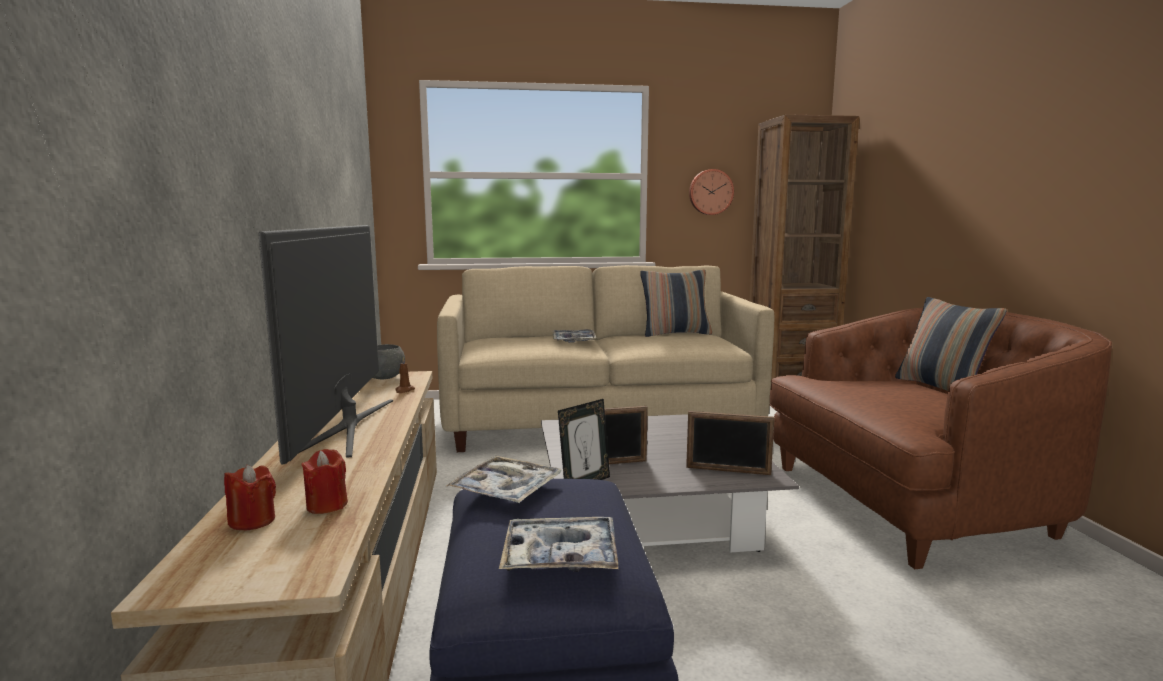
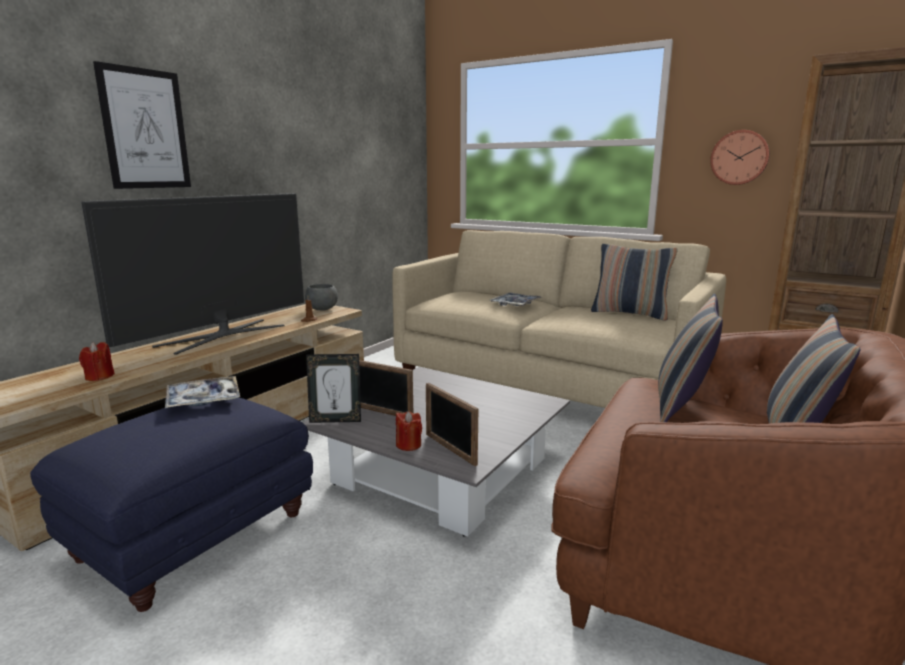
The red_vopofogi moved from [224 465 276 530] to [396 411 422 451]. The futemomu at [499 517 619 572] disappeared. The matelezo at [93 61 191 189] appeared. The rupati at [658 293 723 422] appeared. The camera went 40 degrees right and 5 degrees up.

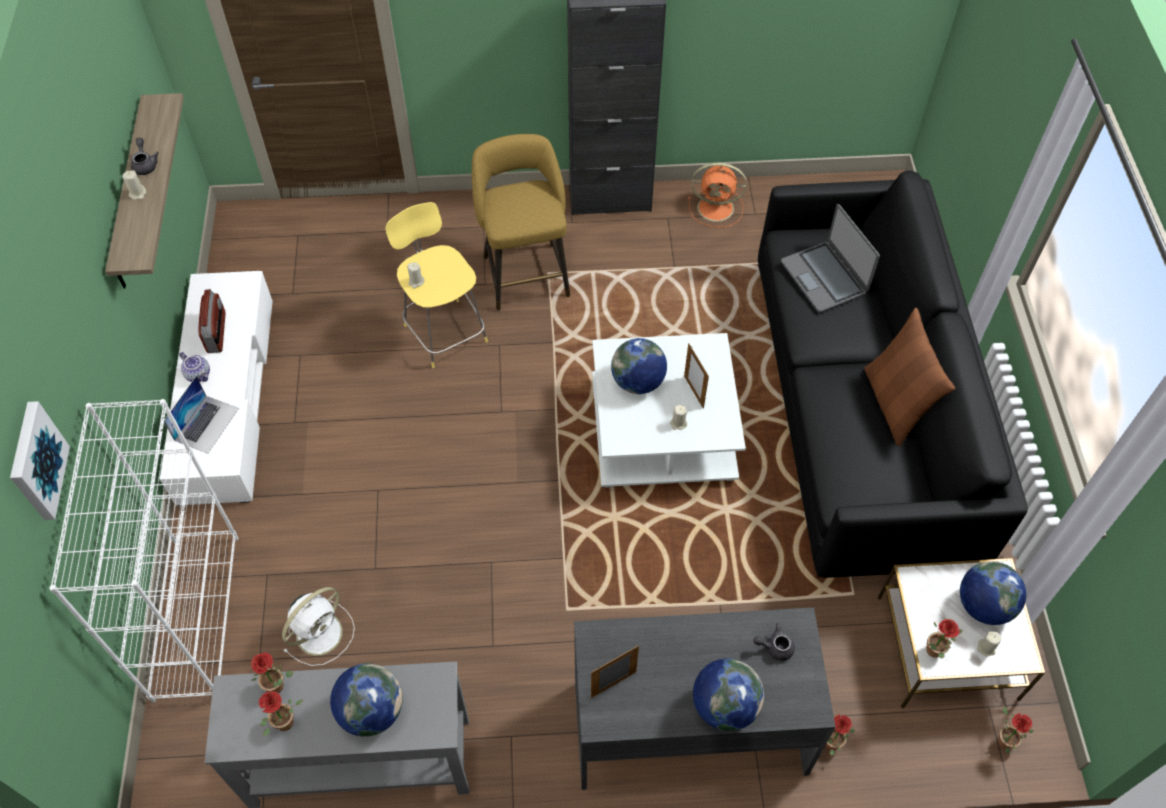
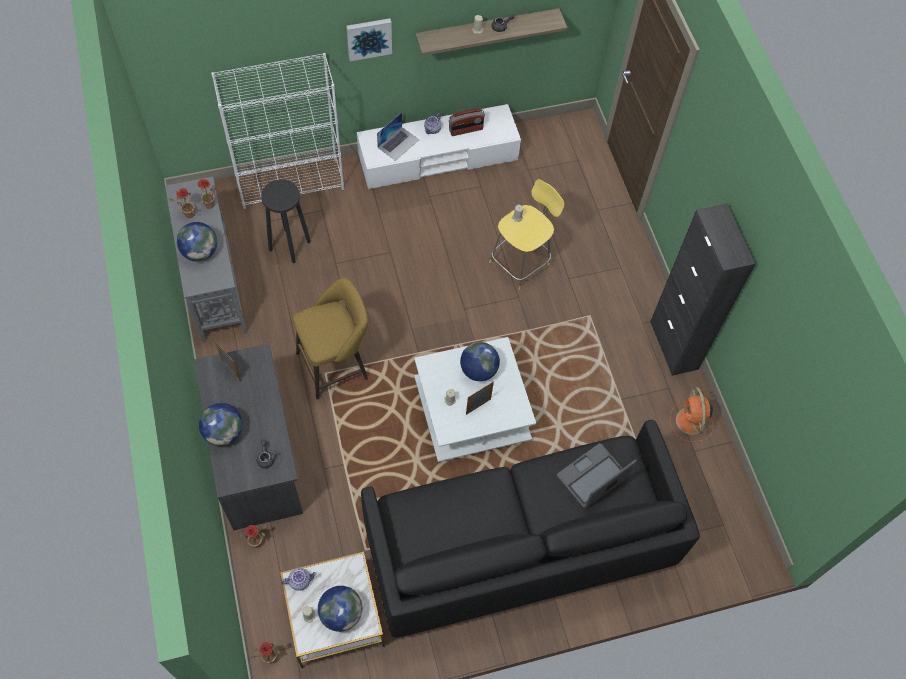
The matelezo moved from [10 401 70 520] to [346 18 392 61]. The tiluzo at [164 376 239 454] turned 60 degrees counterclockwise. The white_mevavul at [282 587 355 666] was replaced by the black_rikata at [261 180 311 263]. The yellow_rikata moved from [472 134 570 311] to [293 278 368 399]. The brown_rupati at [864 308 955 446] disappeared. The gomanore at [926 619 962 659] was replaced by the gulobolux at [281 568 317 591]. The camera went 75 degrees right and 5 degrees up.

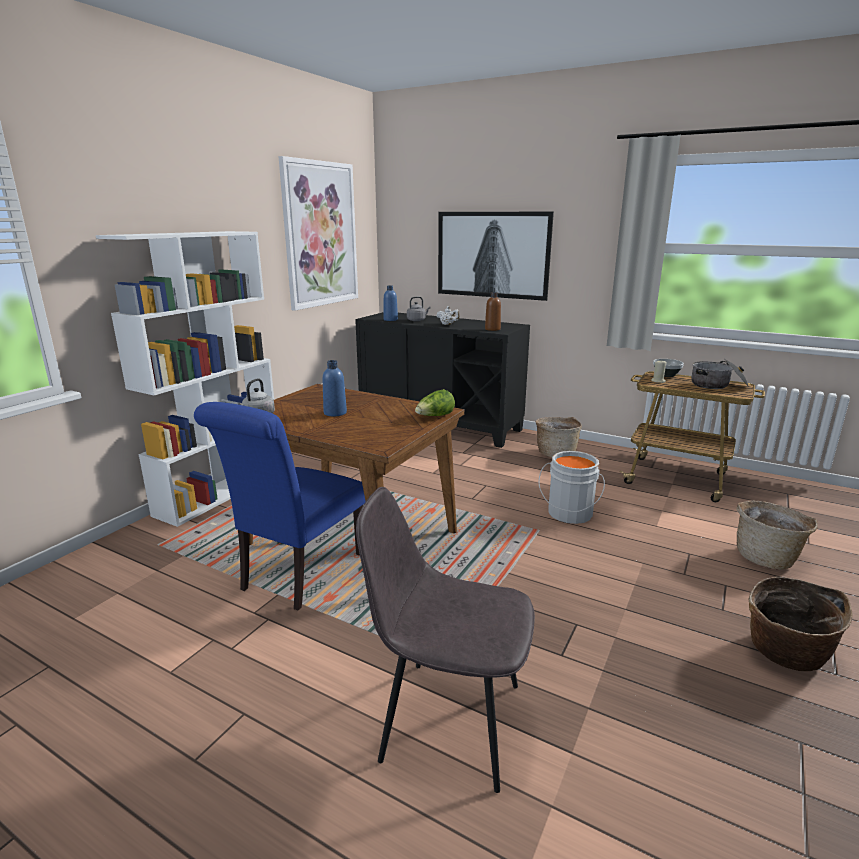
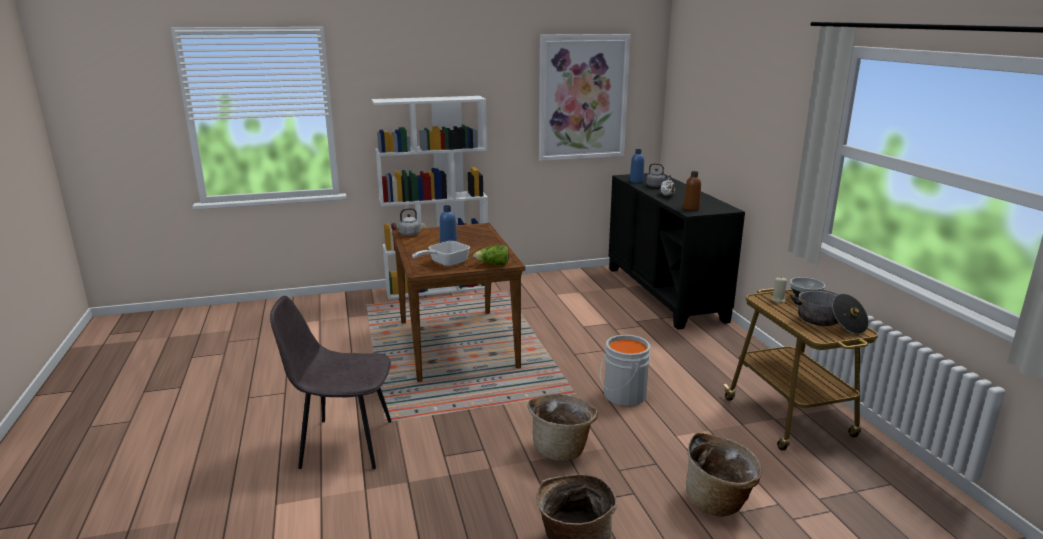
The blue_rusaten at [194 402 366 610] disappeared. The grey_rusaten at [356 487 535 793] turned 60 degrees counterclockwise. The matelezo at [438 212 554 301] disappeared. The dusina moved from [536 417 582 457] to [527 393 598 461]. The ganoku at [412 241 470 267] appeared. The camera went 45 degrees right and 0 degrees up.

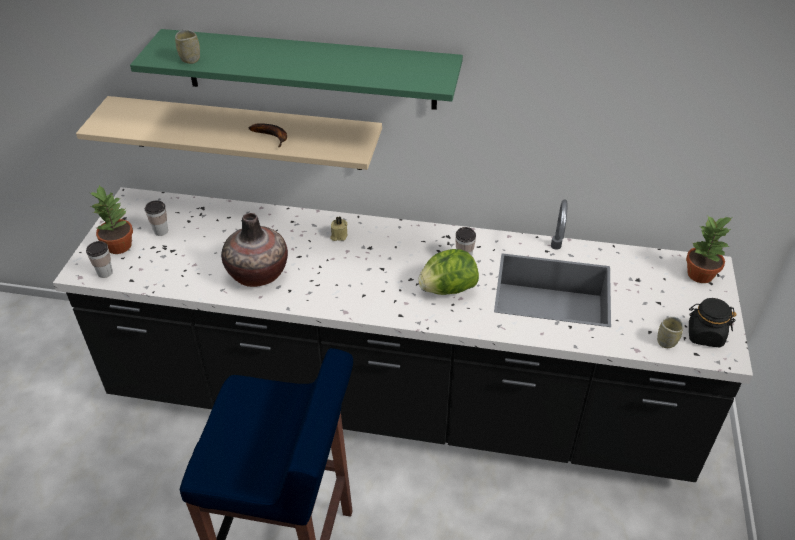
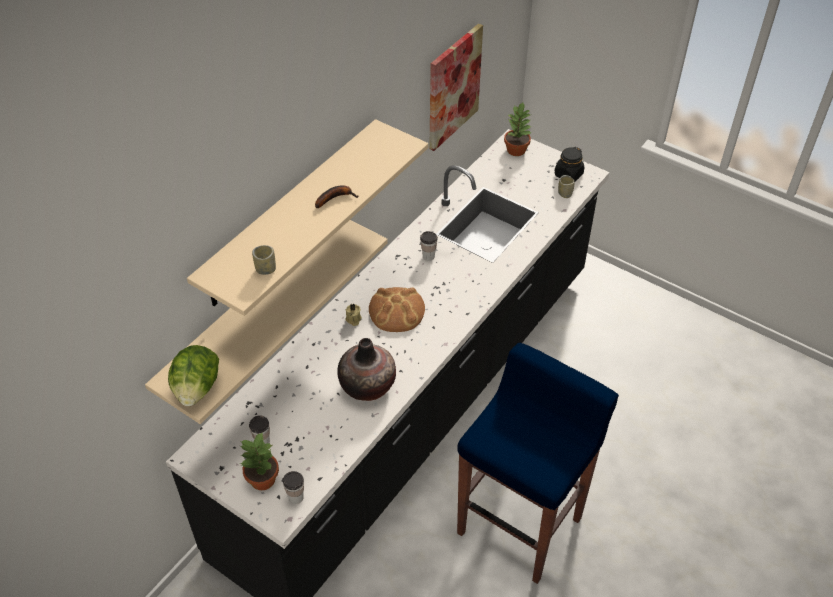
The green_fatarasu at [130 29 463 110] became the beige_fatarasu at [187 119 428 316]. The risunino moved from [249 124 287 147] to [315 185 359 208]. The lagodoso moved from [418 249 479 295] to [168 345 219 406]. The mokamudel at [369 287 425 332] appeared. The matelezo at [429 23 483 151] appeared. The camera went 65 degrees left and 5 degrees up.

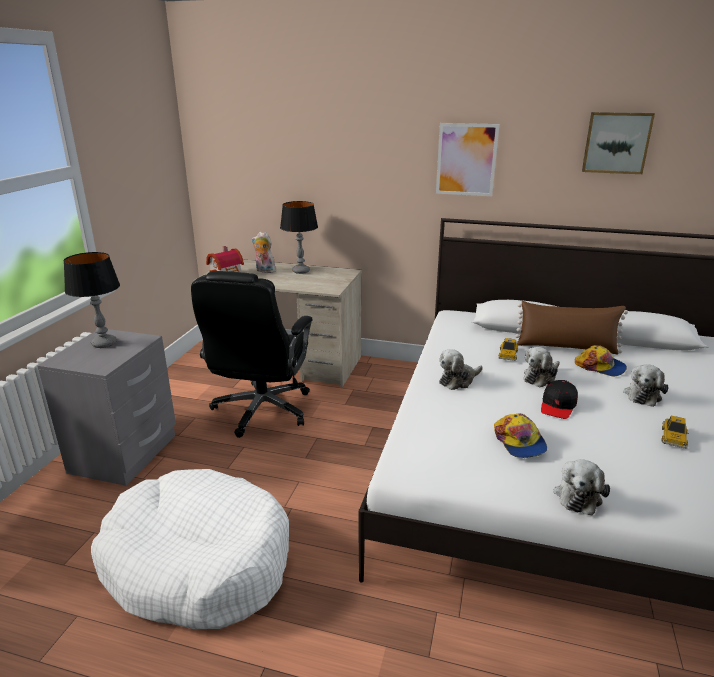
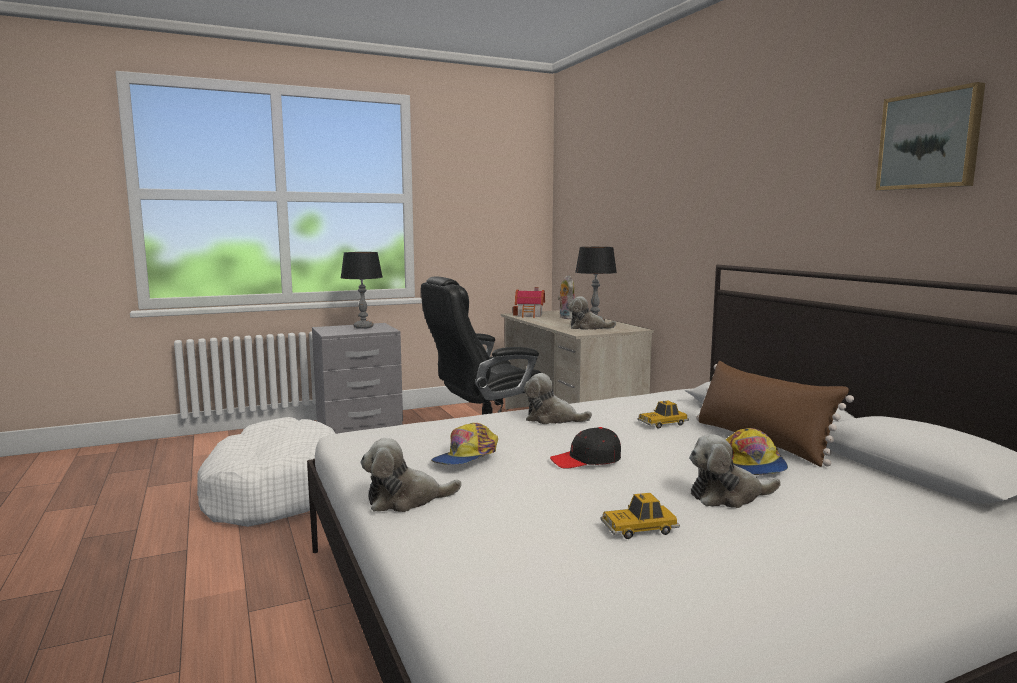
The matelezo at [436 123 499 196] disappeared. The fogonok moved from [523 347 560 387] to [568 296 616 330]. The camera went 50 degrees right and 15 degrees down.

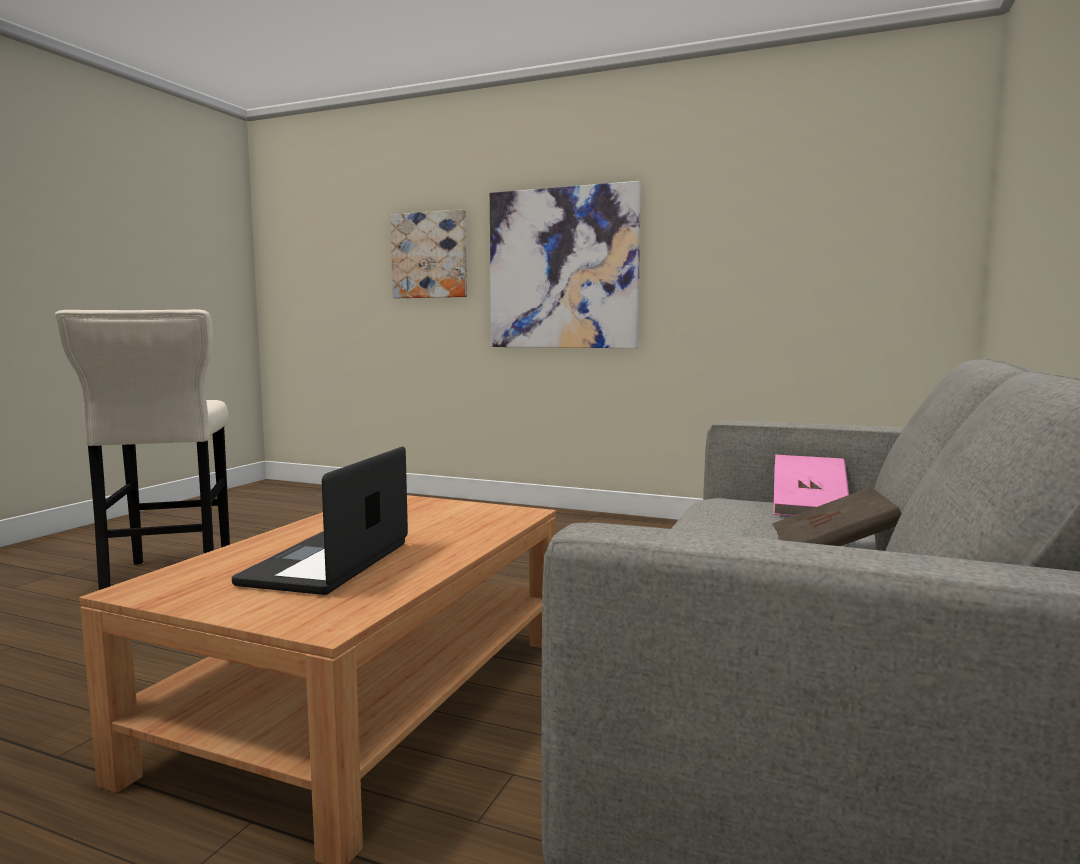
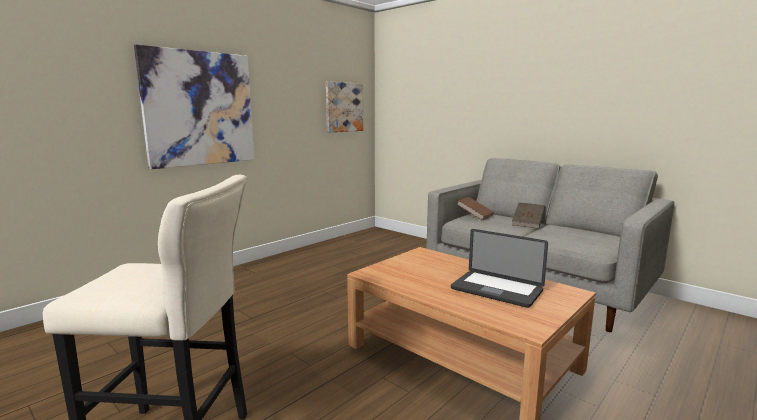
The matelezo moved from [390 209 467 298] to [326 81 363 132]. The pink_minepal at [773 455 849 516] became the brown_minepal at [457 197 494 220]. The camera went 70 degrees left and 5 degrees up.

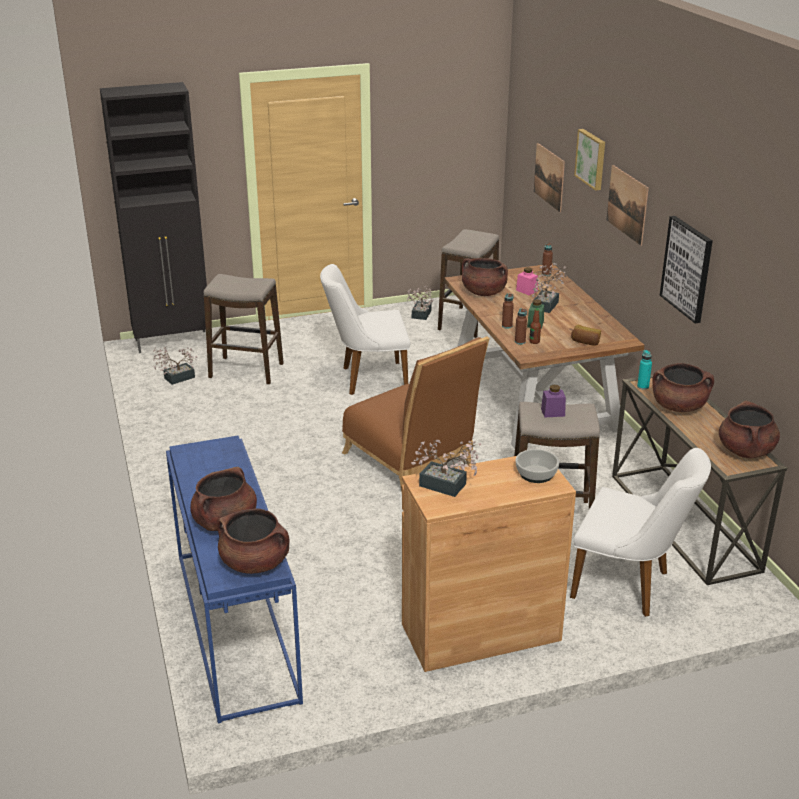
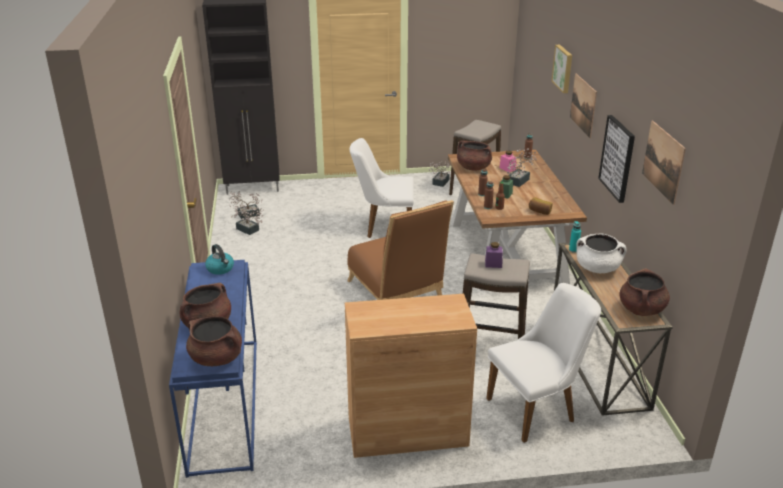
The rikata at [203 274 284 385] disappeared. The gomanore moved from [411 440 481 497] to [231 207 263 235]. The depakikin at [516 449 559 483] disappeared. The matelezo moved from [534 143 565 212] to [642 121 686 205]. The white_rusaten at [570 448 711 617] turned 60 degrees counterclockwise. The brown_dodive at [652 363 714 412] became the white_dodive at [576 234 627 273]. The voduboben at [205 244 234 275] appeared. The camera went 10 degrees right and 0 degrees up.

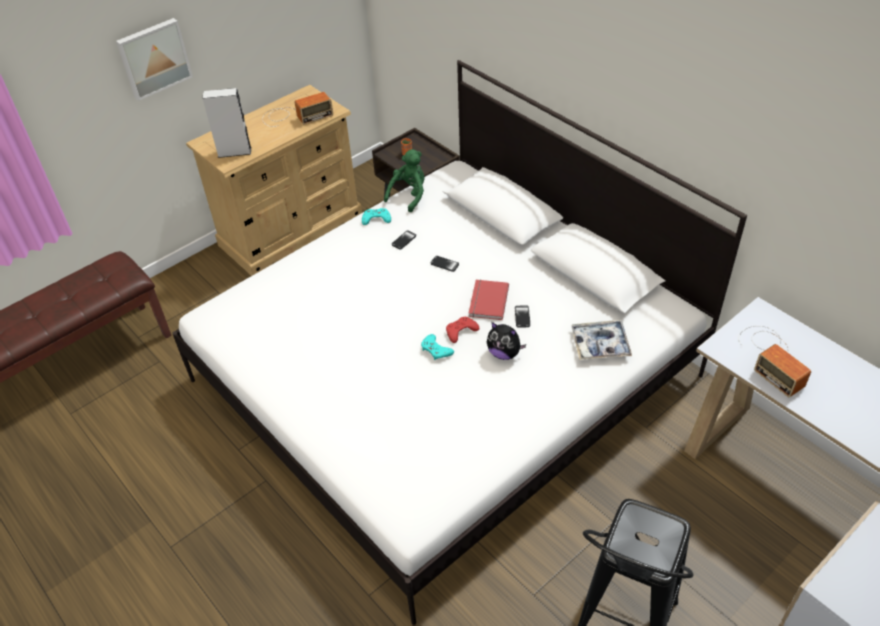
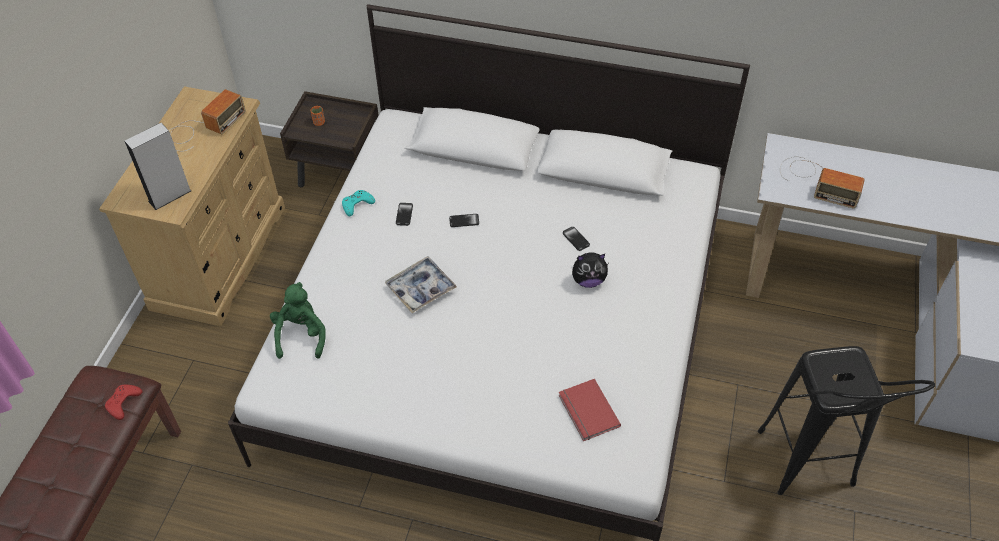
The matelezo at [116 18 193 101] disappeared. The green_fogonok moved from [384 149 425 212] to [270 282 326 359]. The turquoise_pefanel at [421 334 454 360] disappeared. The red_pefanel moved from [446 317 479 343] to [105 385 142 420]. The red_minepal moved from [468 280 509 320] to [559 379 621 441]. The futemomu moved from [571 320 632 360] to [385 256 457 313]. The camera went 35 degrees left and 5 degrees up.

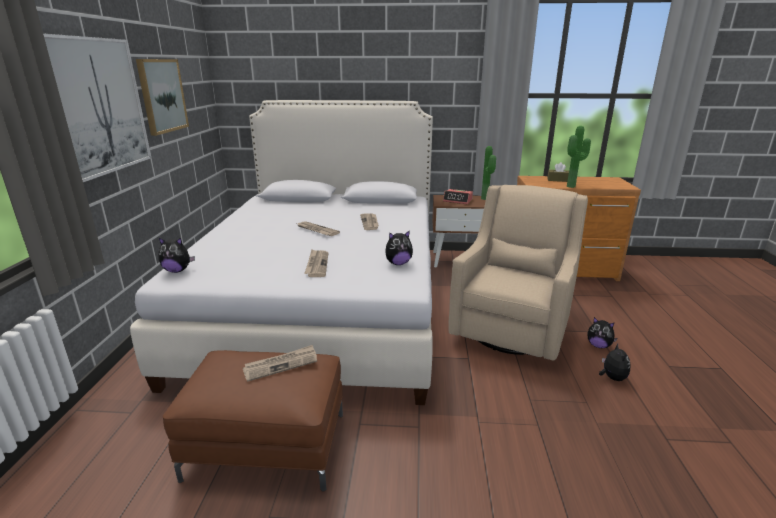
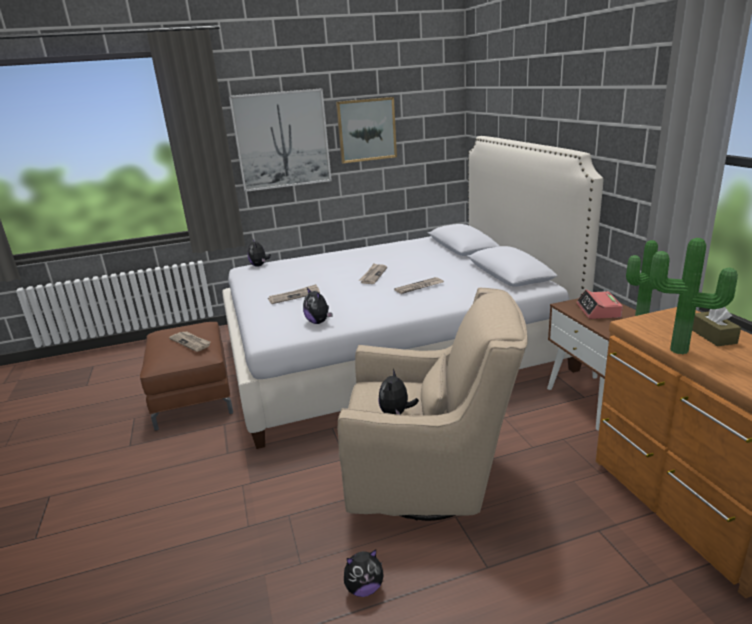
The fogonok moved from [588 317 618 348] to [378 369 419 415]. The camera went 70 degrees right and 0 degrees up.

